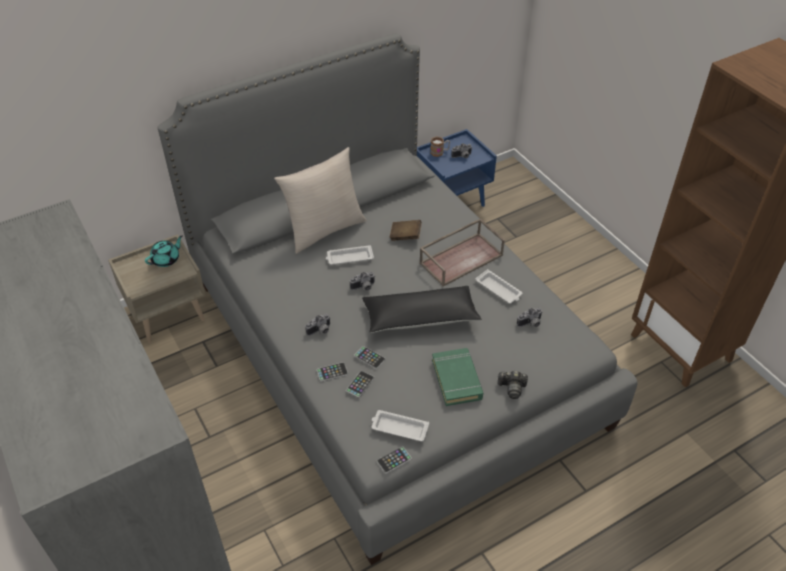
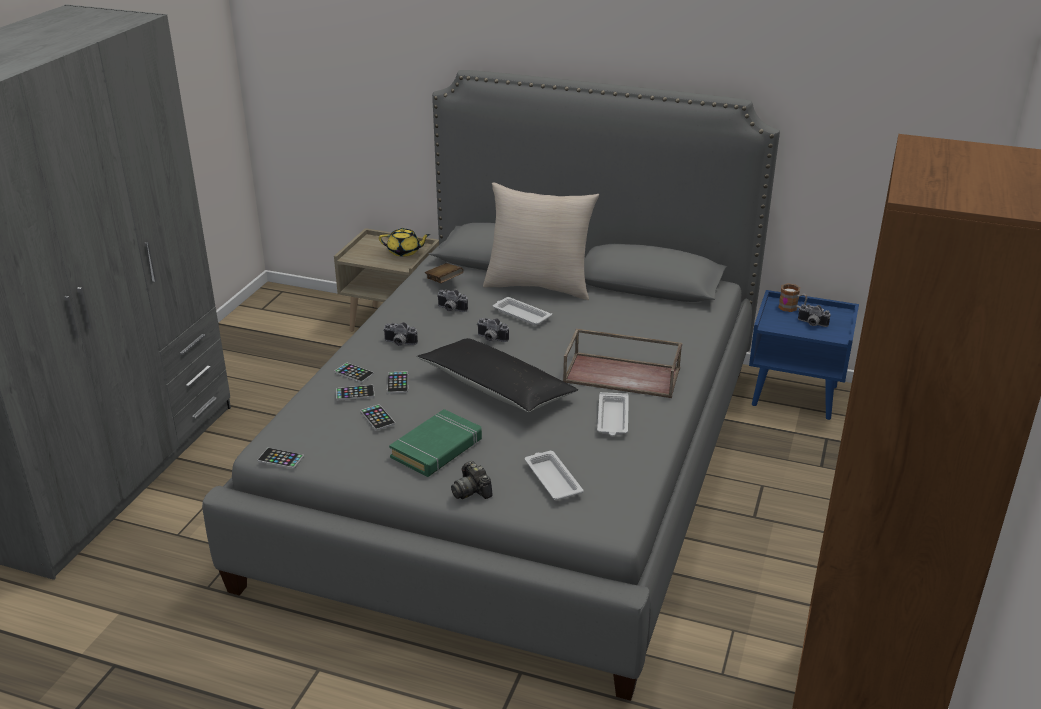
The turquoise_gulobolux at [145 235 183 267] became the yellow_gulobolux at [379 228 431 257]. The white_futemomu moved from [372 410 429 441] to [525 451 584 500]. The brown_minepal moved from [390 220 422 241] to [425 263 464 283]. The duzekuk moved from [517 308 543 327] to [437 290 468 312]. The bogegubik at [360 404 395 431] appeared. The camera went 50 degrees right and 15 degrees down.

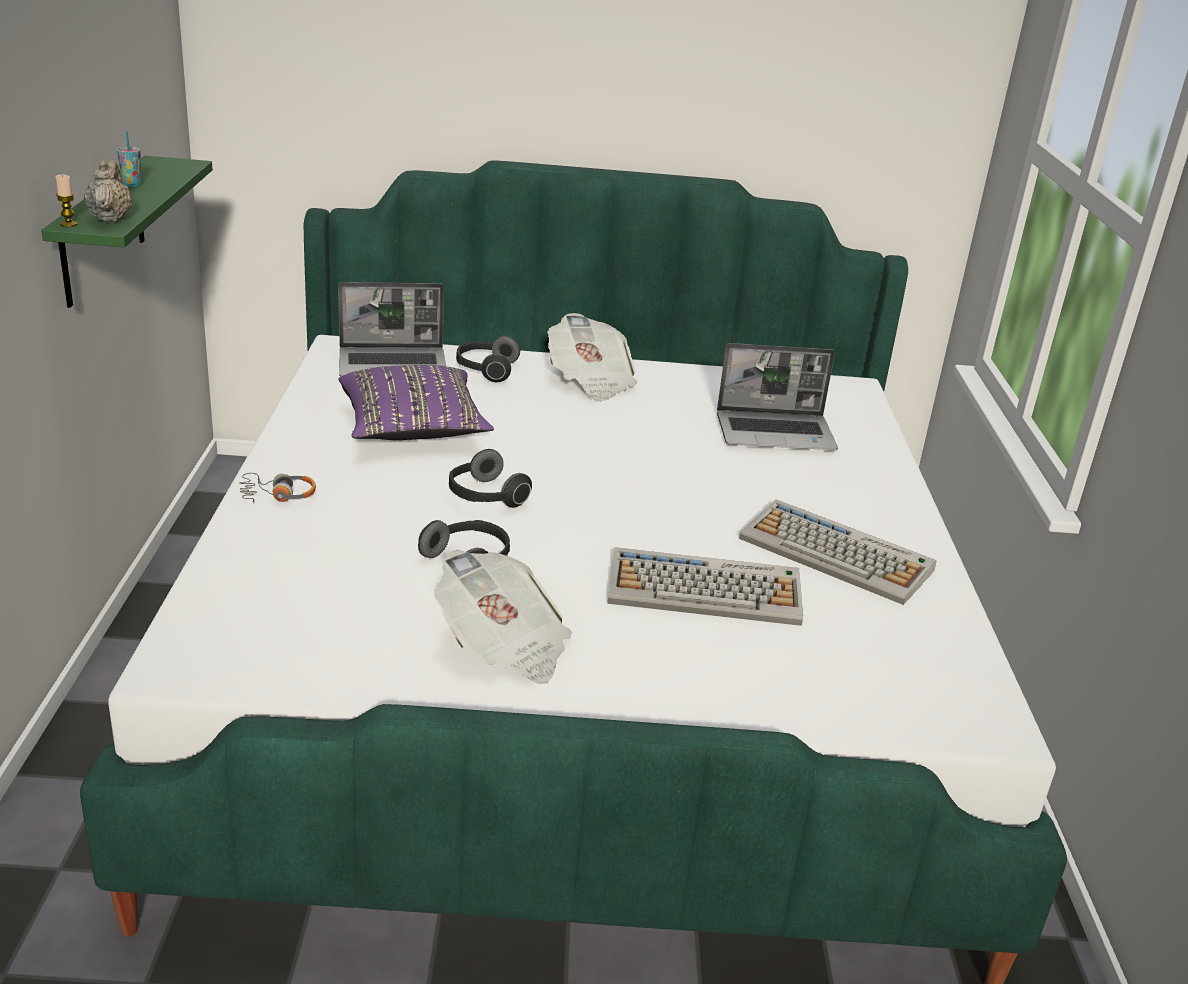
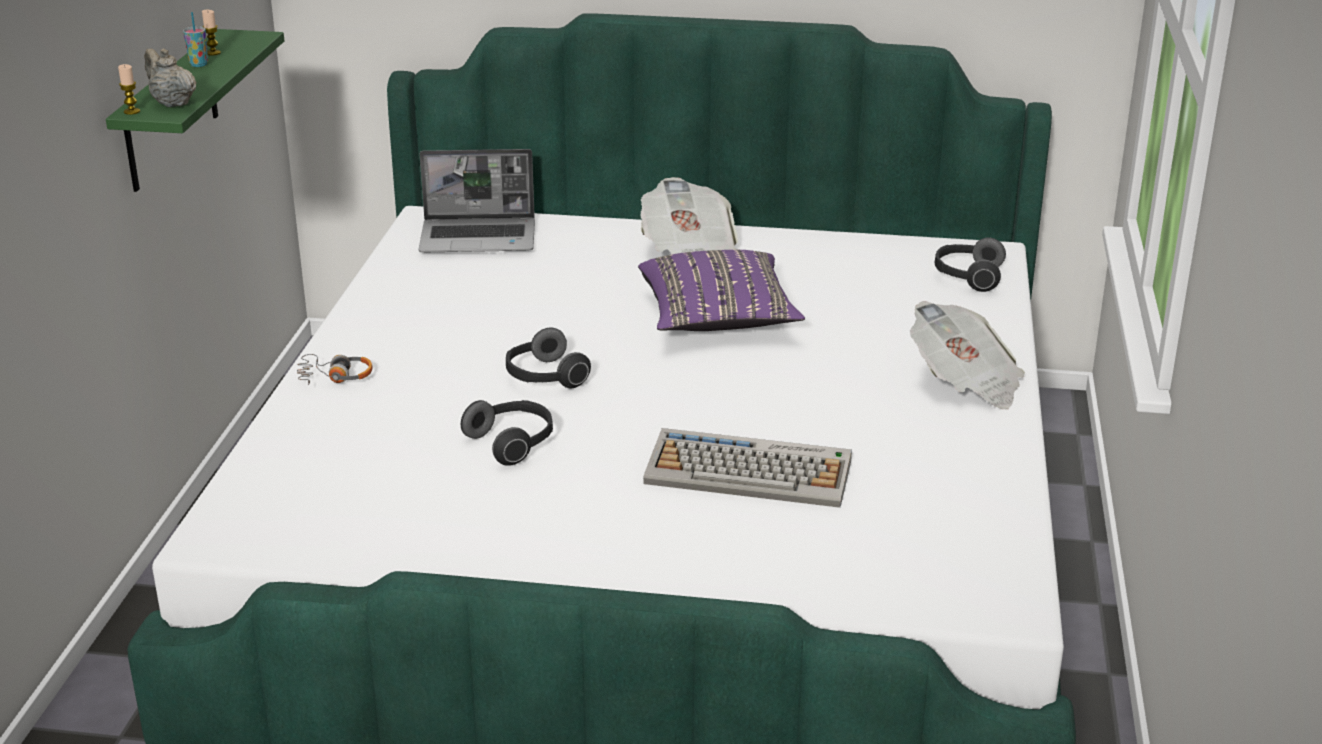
The beige_gulobolux at [84 160 133 222] turned 45 degrees counterclockwise. The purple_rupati moved from [339 365 494 440] to [638 250 805 331]. The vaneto moved from [434 550 572 684] to [910 301 1025 409]. The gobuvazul moved from [456 336 520 382] to [935 237 1006 292]. The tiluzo at [717 343 838 450] disappeared. The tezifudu at [739 500 937 605] disappeared. The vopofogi at [202 10 221 56] appeared. The camera went 10 degrees right and 0 degrees up.

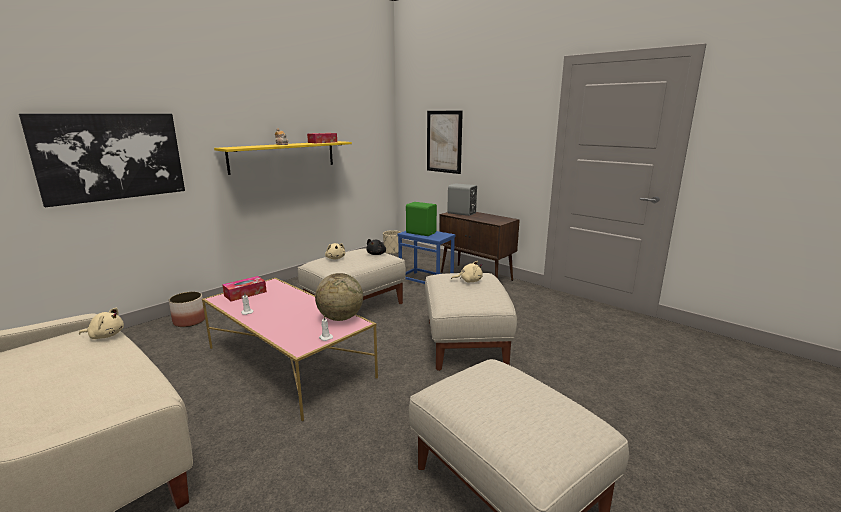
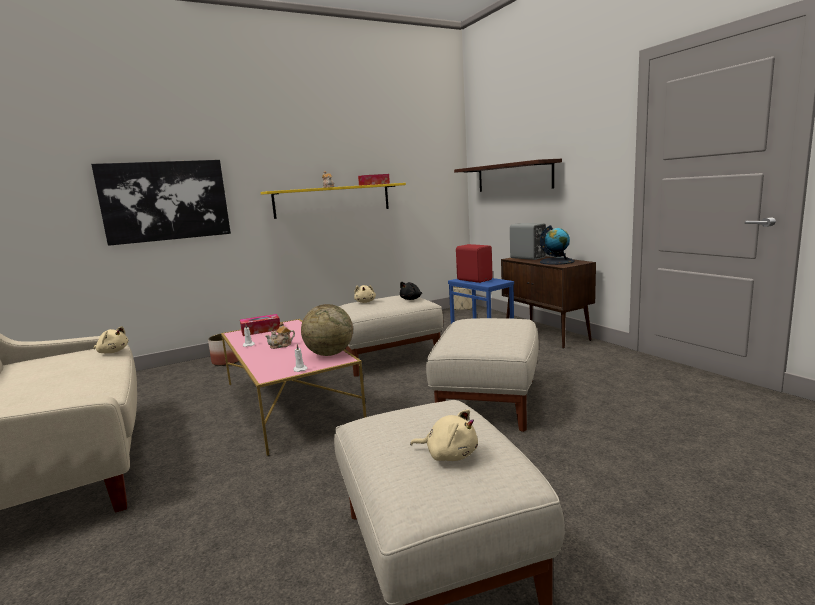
The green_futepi at [406 202 437 236] became the red_futepi at [456 244 493 283]. The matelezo at [427 111 463 174] was replaced by the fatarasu at [454 159 562 192]. The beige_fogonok moved from [451 261 483 282] to [410 409 478 461]. The gulobolux at [265 322 295 349] appeared. The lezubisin at [540 225 575 265] appeared. The camera went 20 degrees right and 5 degrees down.

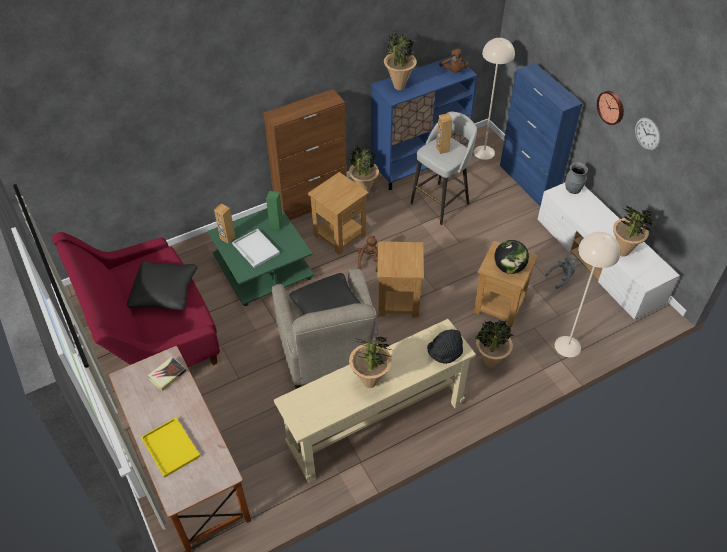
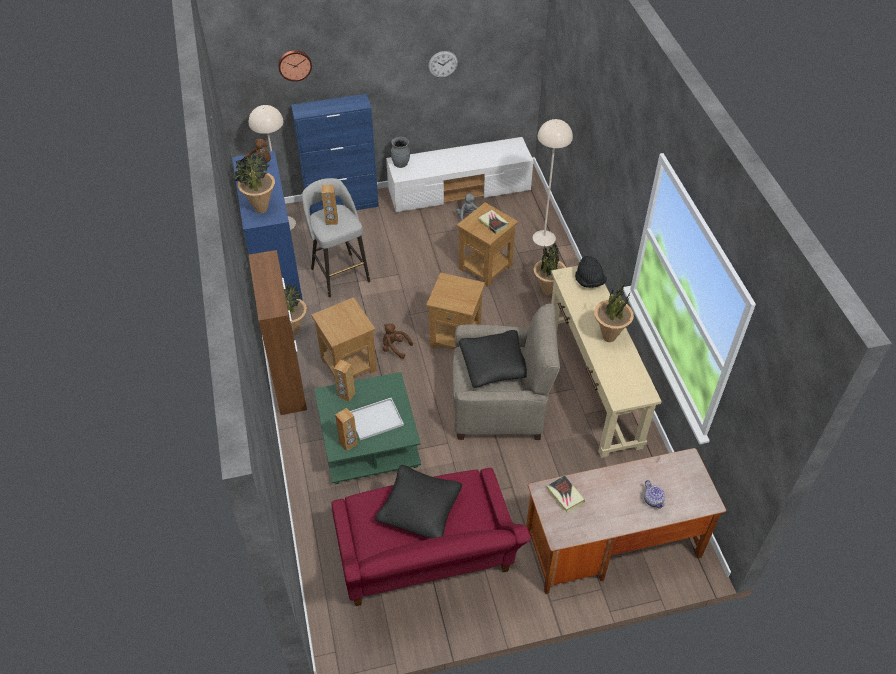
The yellow_futemomu at [141 417 200 478] was replaced by the gulobolux at [644 480 665 509]. The green_futepi at [266 191 283 230] became the brown_futepi at [334 359 356 402]. The lezubisin at [494 240 529 274] was replaced by the minepal at [478 210 508 234]. The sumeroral moved from [597 91 624 125] to [278 50 312 82]. The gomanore at [613 205 655 257] disappeared. The camera went 75 degrees left and 0 degrees up.

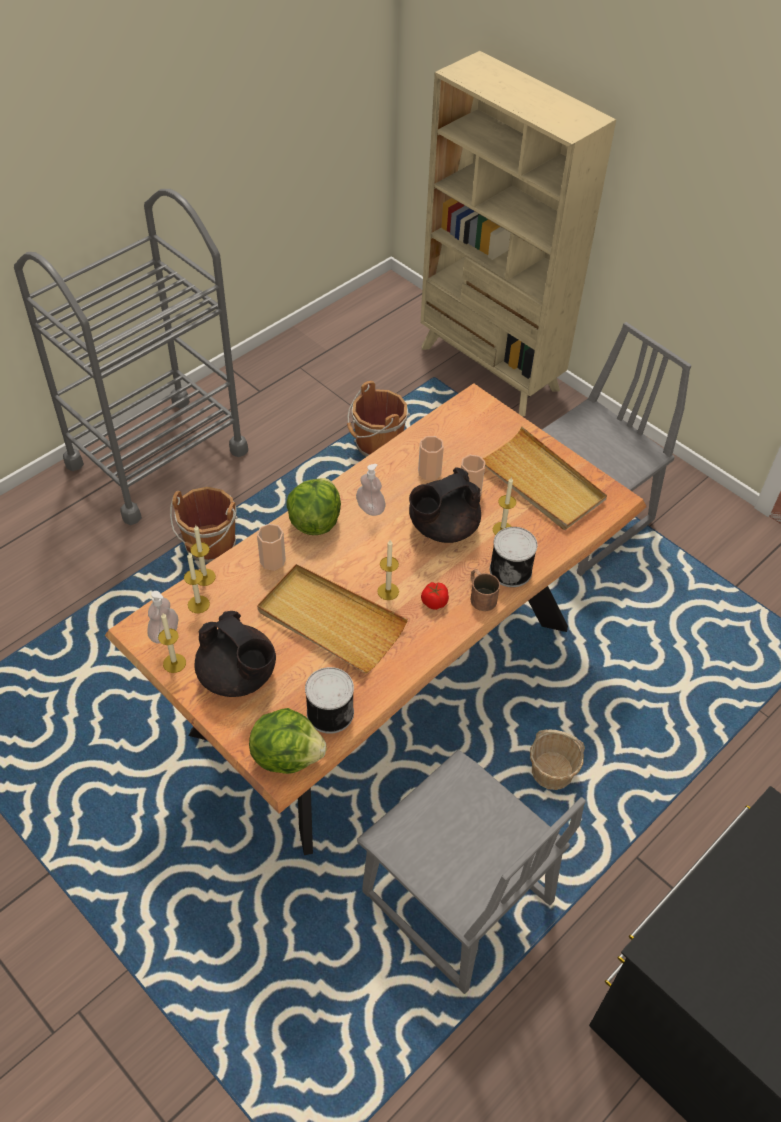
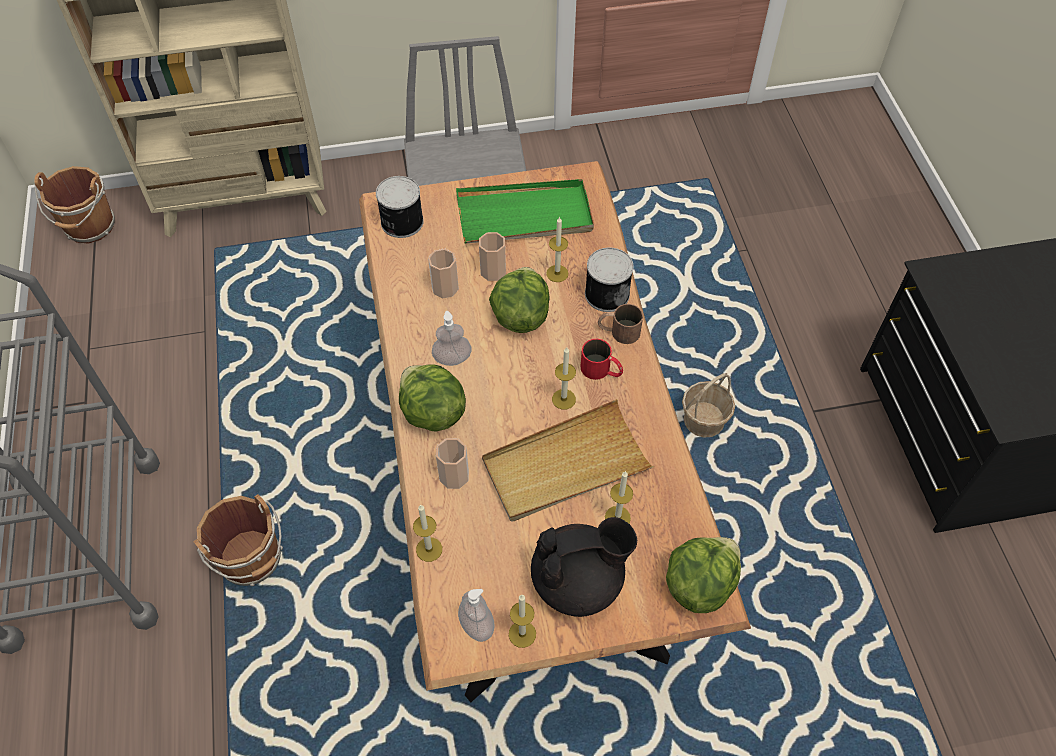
The vopofogi moved from [184 553 210 613] to [605 471 633 523]. The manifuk moved from [305 667 354 734] to [376 176 424 238]. The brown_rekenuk moved from [347 381 410 457] to [34 166 115 244]. The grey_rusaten at [357 750 586 994] disappeared. The black_gulobolux at [409 467 481 543] was replaced by the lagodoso at [489 267 550 333]. The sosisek at [421 582 449 610] was replaced by the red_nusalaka at [581 339 623 380]. The beige_futemomu at [482 427 607 530] became the green_futemomu at [456 179 594 244]. The camera went 55 degrees left and 5 degrees up.

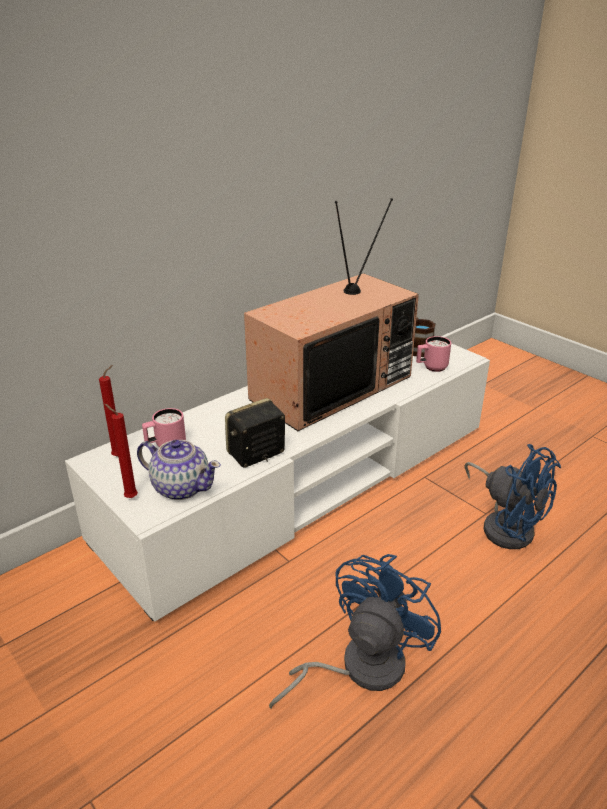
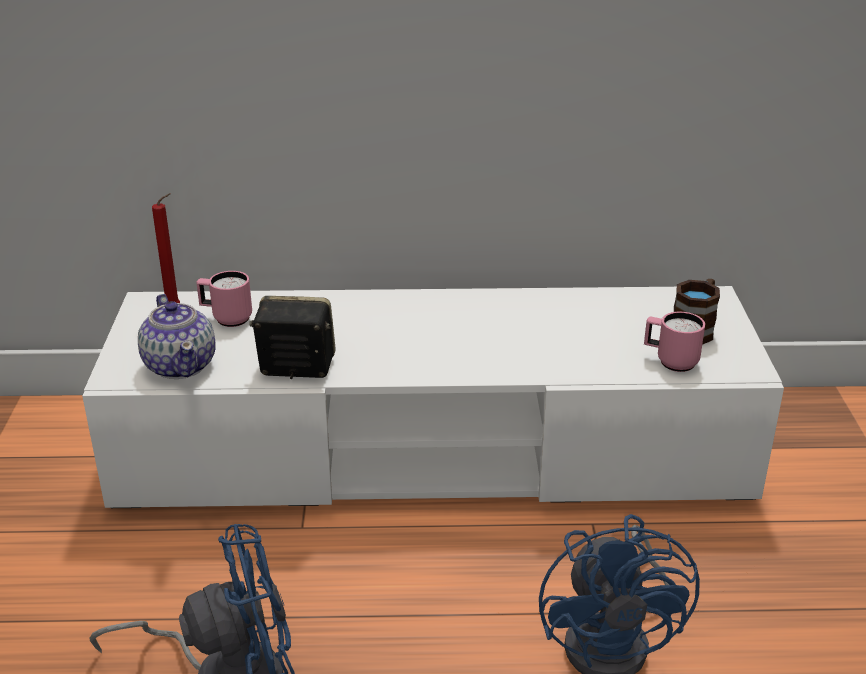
The red_vopofogi at [105 404 138 498] disappeared. The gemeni at [244 198 419 431] disappeared. The camera went 40 degrees right and 0 degrees up.

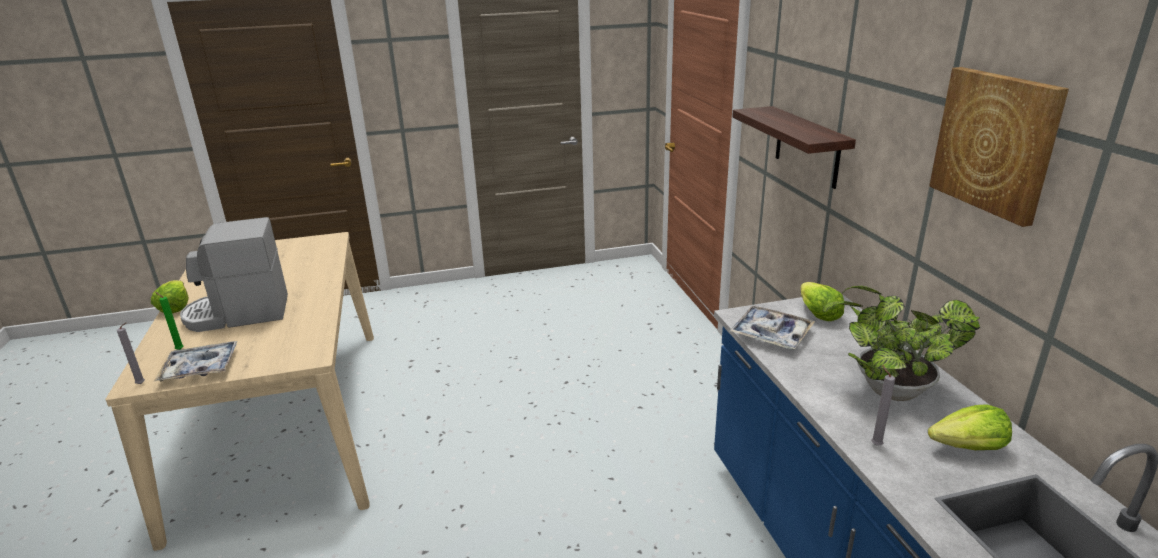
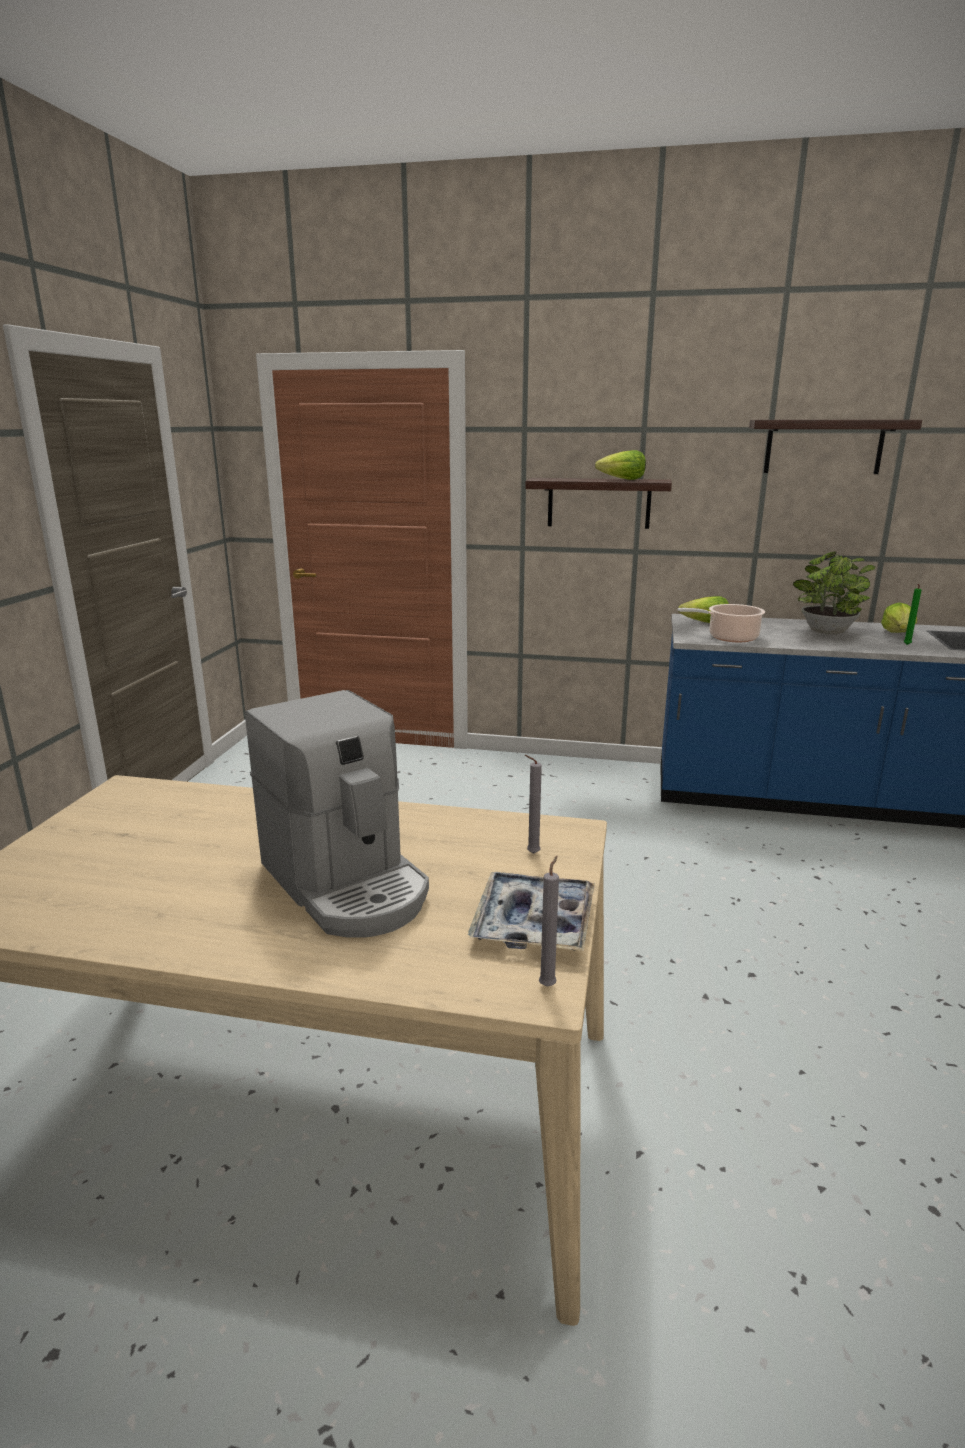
The lagodoso moved from [151 280 189 313] to [595 450 646 480]. The green_vopofogi moved from [155 292 184 350] to [904 584 922 645]. The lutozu at [180 217 288 332] turned 45 degrees counterclockwise. The futemomu at [730 306 815 349] was replaced by the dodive at [678 604 765 642]. The grey_vopofogi moved from [871 365 895 446] to [525 755 542 854]. The matelezo at [929 67 1069 227] was replaced by the fatarasu at [749 420 922 474]. The camera went 65 degrees left and 5 degrees down.

